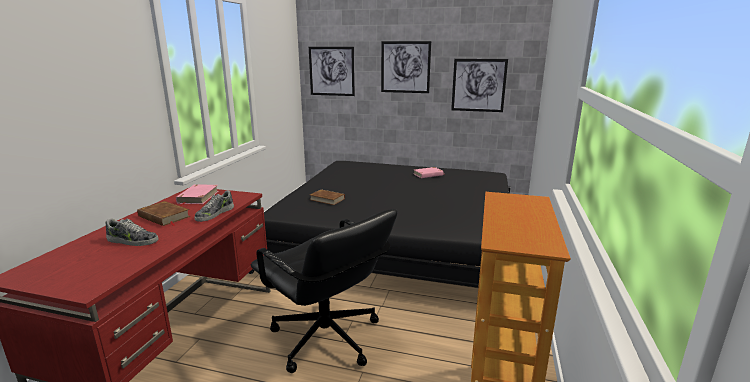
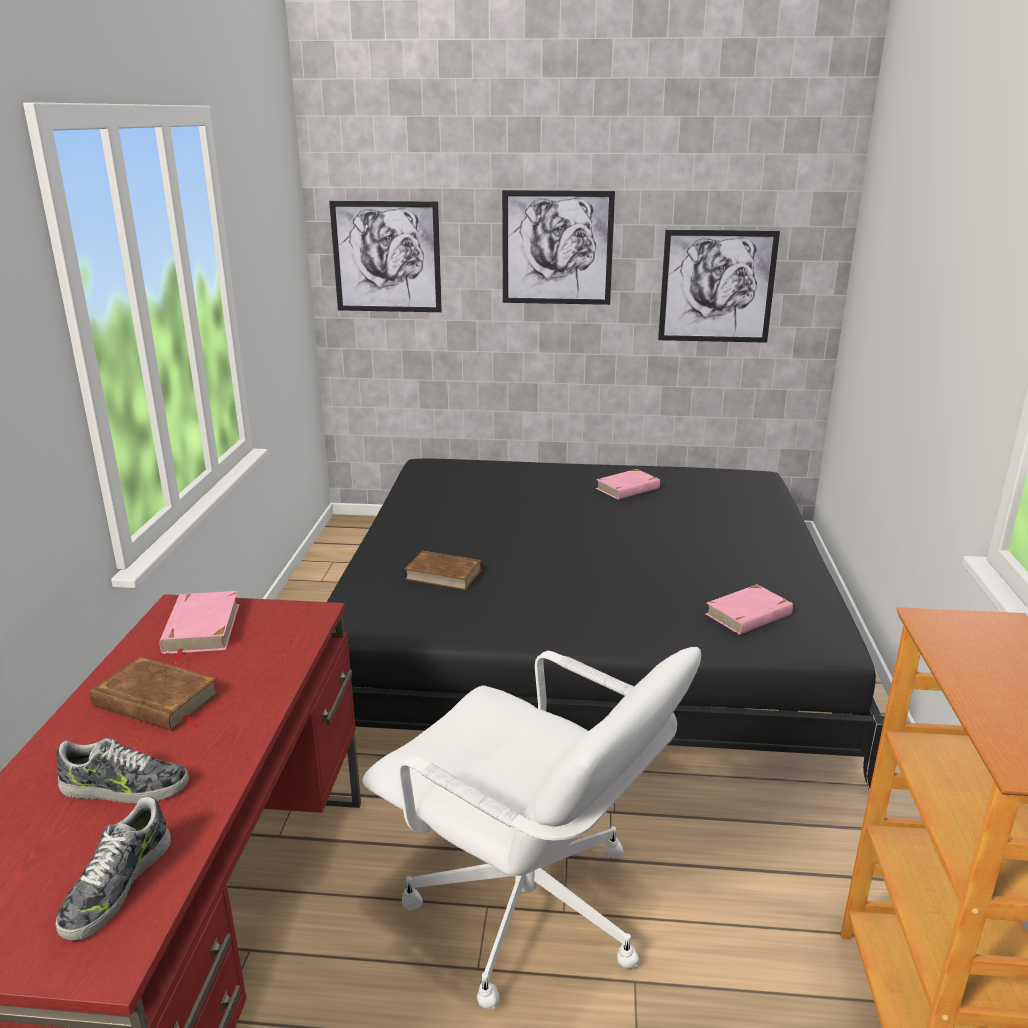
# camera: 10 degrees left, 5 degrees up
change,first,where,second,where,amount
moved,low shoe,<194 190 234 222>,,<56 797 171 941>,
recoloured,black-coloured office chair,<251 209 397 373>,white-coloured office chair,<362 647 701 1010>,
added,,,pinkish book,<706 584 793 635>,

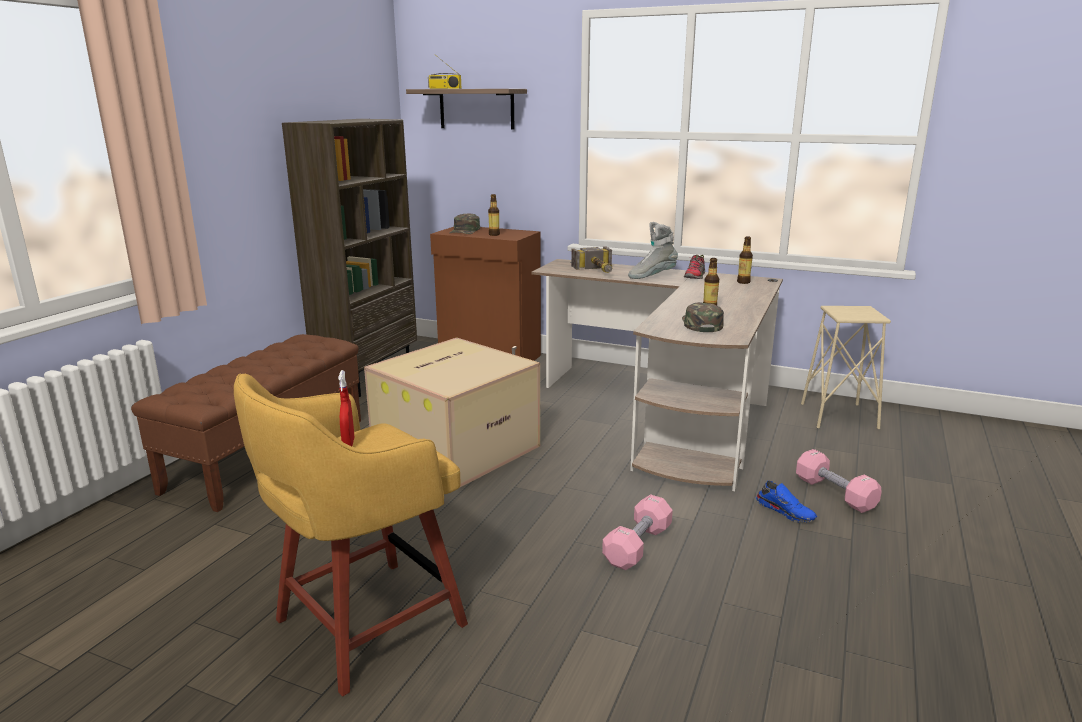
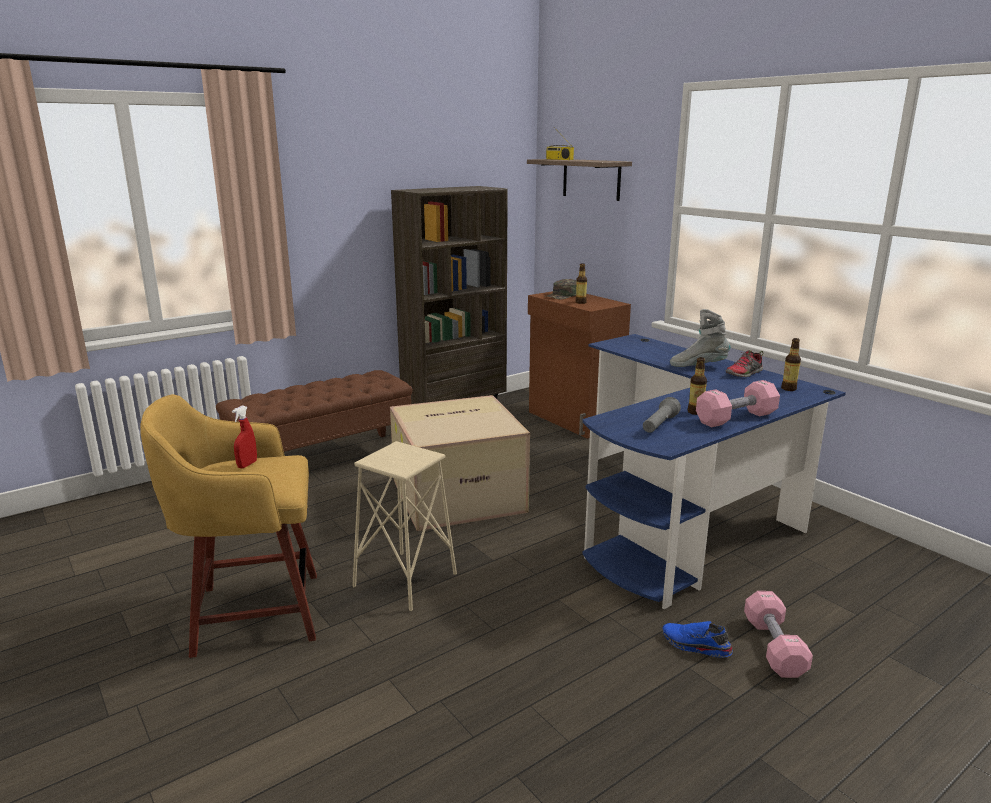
# camera: 30 degrees right, 0 degrees up
change,first,where,second,where,amount
recoloured,brownish desk,<532 259 783 491>,blue desk,<582 334 846 609>,
removed,hammer,<571 247 612 273>,,,
moved,pinkish free weight,<602 494 673 570>,,<696 380 780 427>,
replaced,green cap,<682 302 724 332>,grey flashlight,<643 397 681 433>,
turned,blue low shoe,<756 481 817 523>,,<662 621 733 658>,135 degrees clockwise
moved,beige-coloured stool,<801 306 891 429>,,<352 441 457 611>,

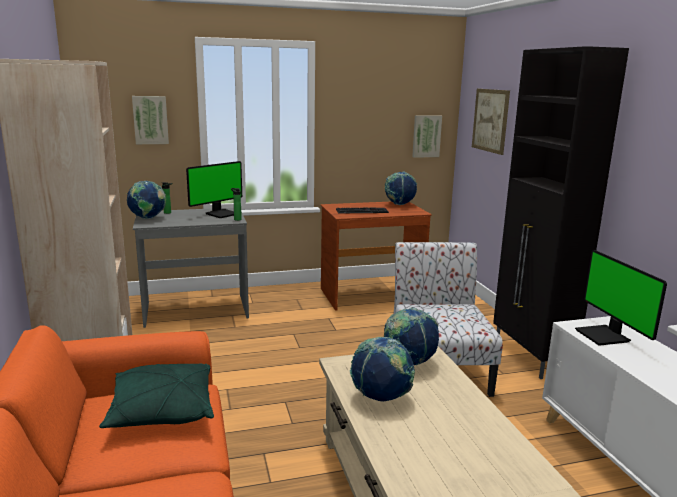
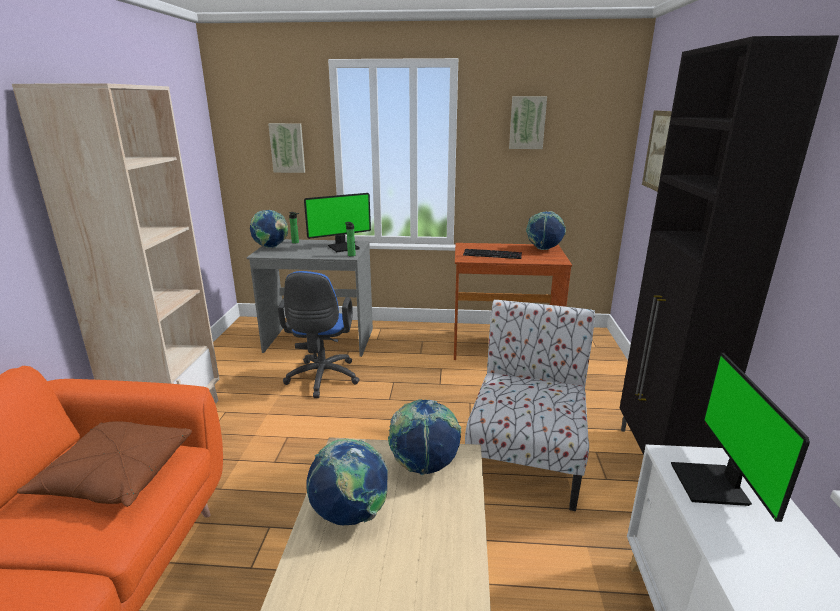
# camera: 20 degrees right, 5 degrees up
change,first,where,second,where,amount
recoloured,green cushion,<99 364 214 428>,brownish cushion,<17 421 192 507>,
moved,wall picture,<412 115 442 158>,,<509 96 547 149>,
added,,,blue office chair,<278 271 360 398>,

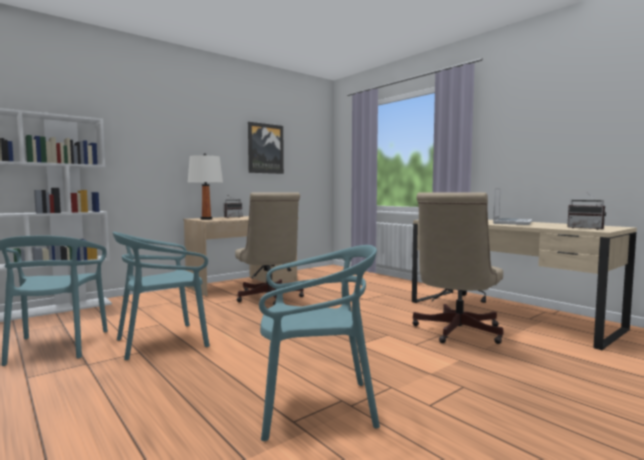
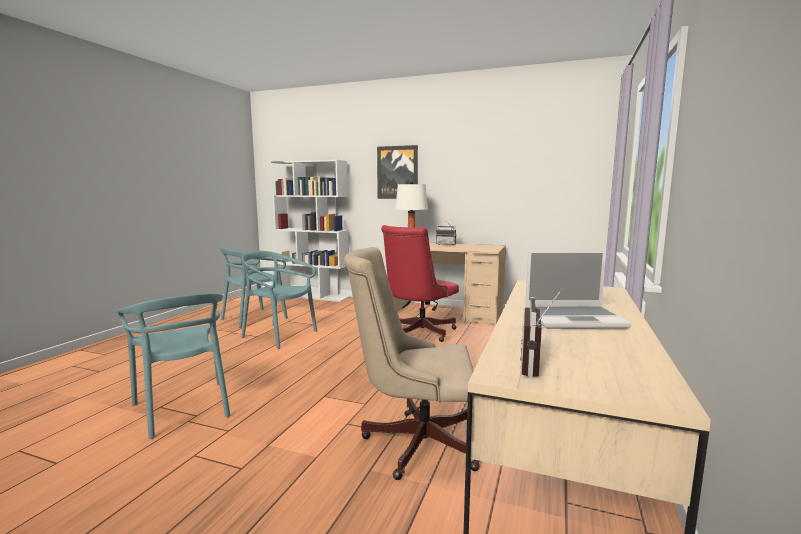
# camera: 60 degrees right, 5 degrees up
change,first,where,second,where,amount
recoloured,beige-coloured office chair,<235 193 304 305>,reddish office chair,<381 225 459 342>,
moved,wall picture,<248 122 284 174>,,<377 145 418 199>,

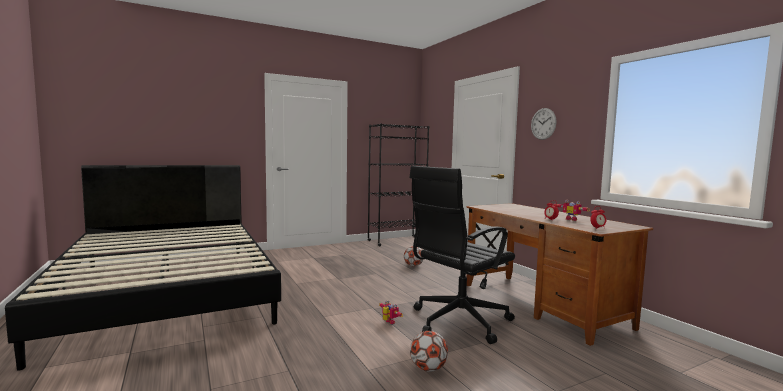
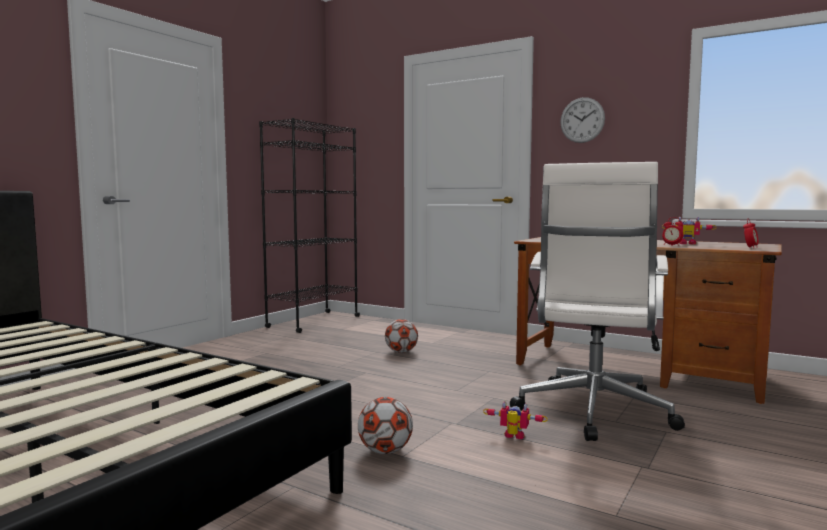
# camera: 30 degrees left, 0 degrees up
change,first,where,second,where,amount
recoloured,black-coloured office chair,<409 166 515 344>,white-coloured office chair,<510 162 685 441>,
moved,football ball,<410 331 448 372>,,<358 397 413 454>,

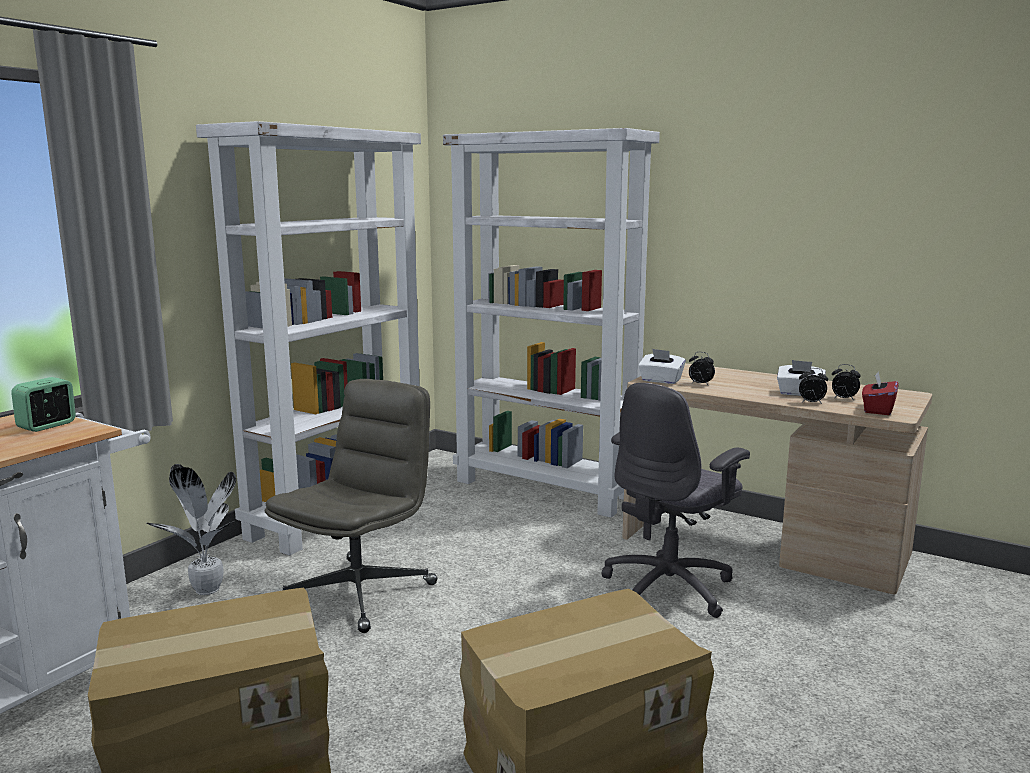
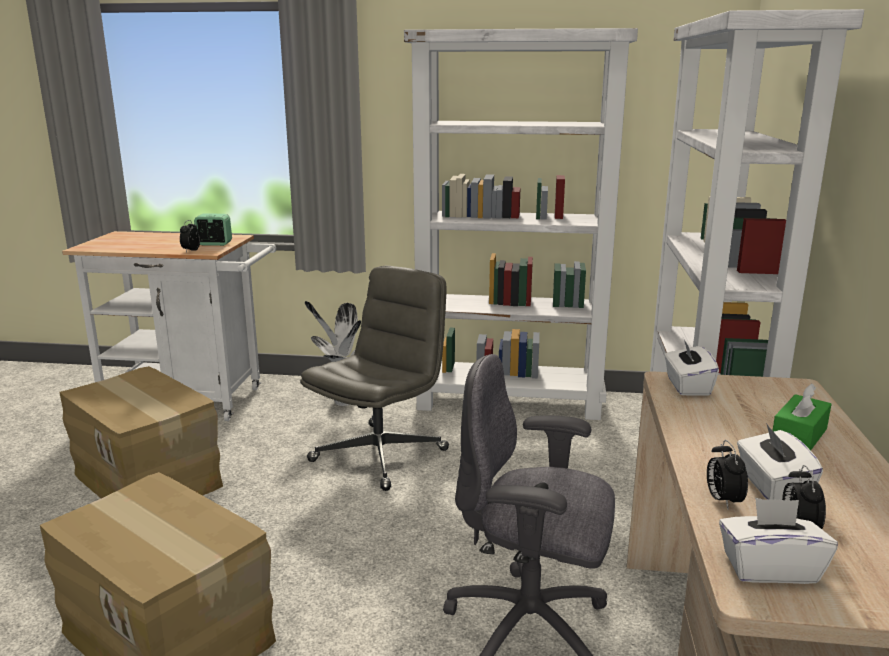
# camera: 65 degrees right, 5 degrees up
change,first,where,second,where,amount
turned,grey office chair,<265 379 437 633>,,<300 266 449 491>,60 degrees counterclockwise
moved,bedside clock,<689 352 715 385>,,<180 220 200 252>,
recoloured,reddish tissue box,<862 372 899 415>,white-coloured tissue box,<719 498 838 584>,
added,,,green tissue box,<773 384 831 450>,

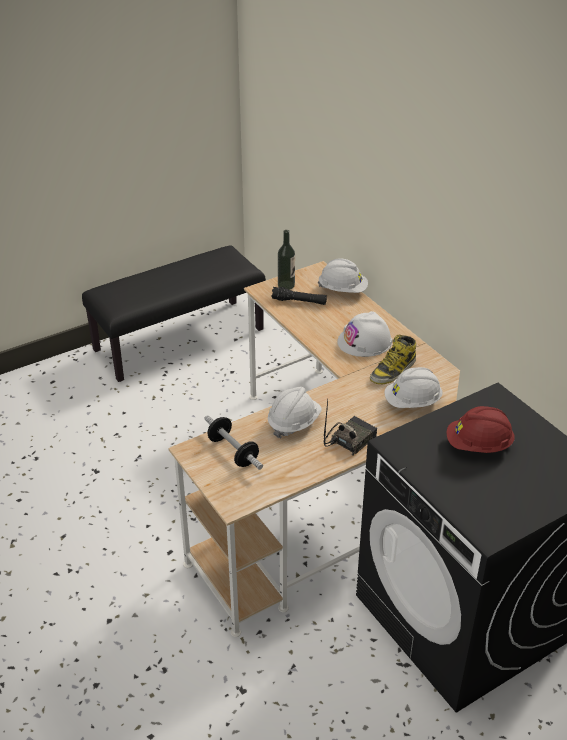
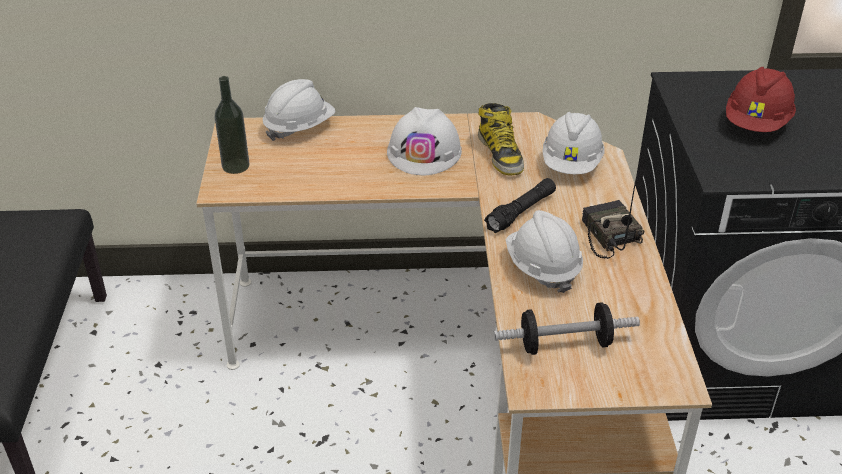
# camera: 60 degrees left, 0 degrees up
change,first,where,second,where,amount
moved,black-coloured flashlight,<271 287 327 305>,,<484 178 556 233>,

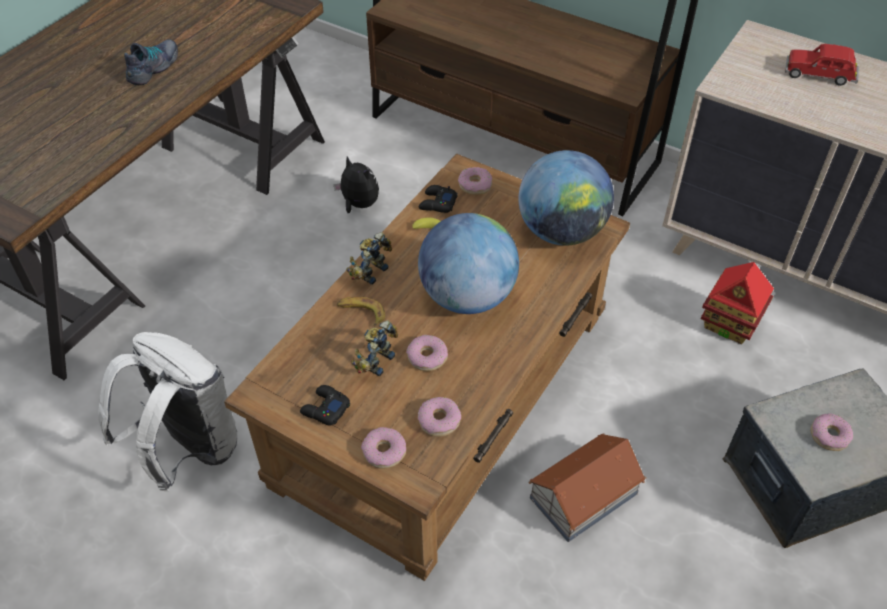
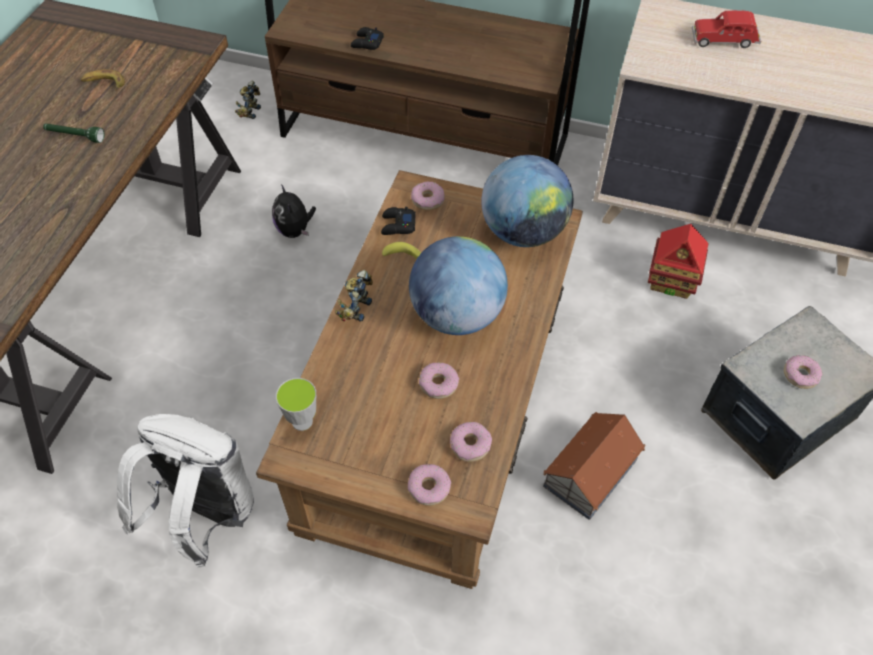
# camera: 15 degrees left, 5 degrees up
change,first,where,second,where,amount
replaced,low shoe,<124 39 178 85>,green flashlight,<43 124 105 143>,
moved,black-coloured joypad,<300 385 350 426>,,<351 27 384 50>,
turned,plush toy,<334 156 379 213>,,<272 184 316 238>,135 degrees counterclockwise
moved,whole banana,<337 297 385 327>,,<81 69 125 90>,
moved,model robot,<351 320 398 376>,,<235 81 261 119>,
added,,,small cup,<276 378 316 431>,

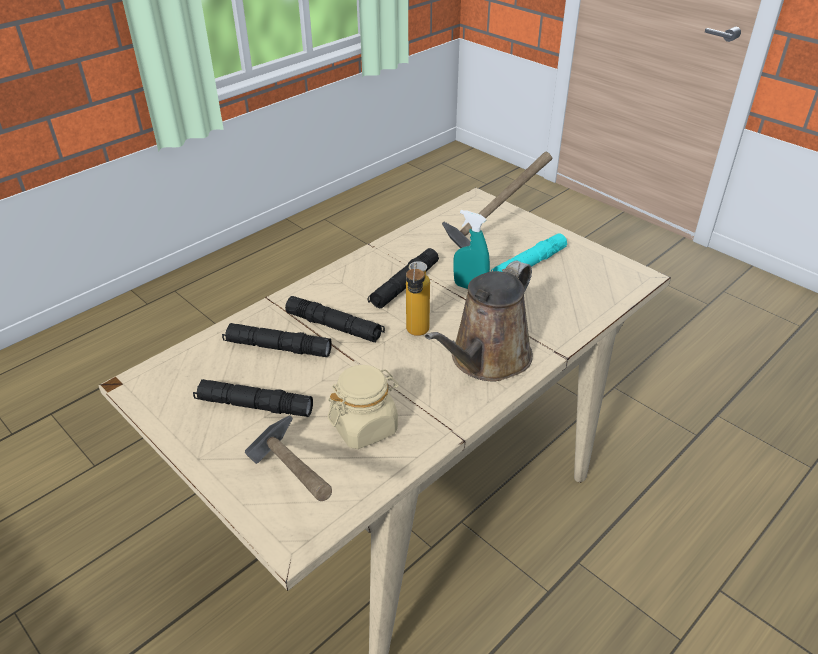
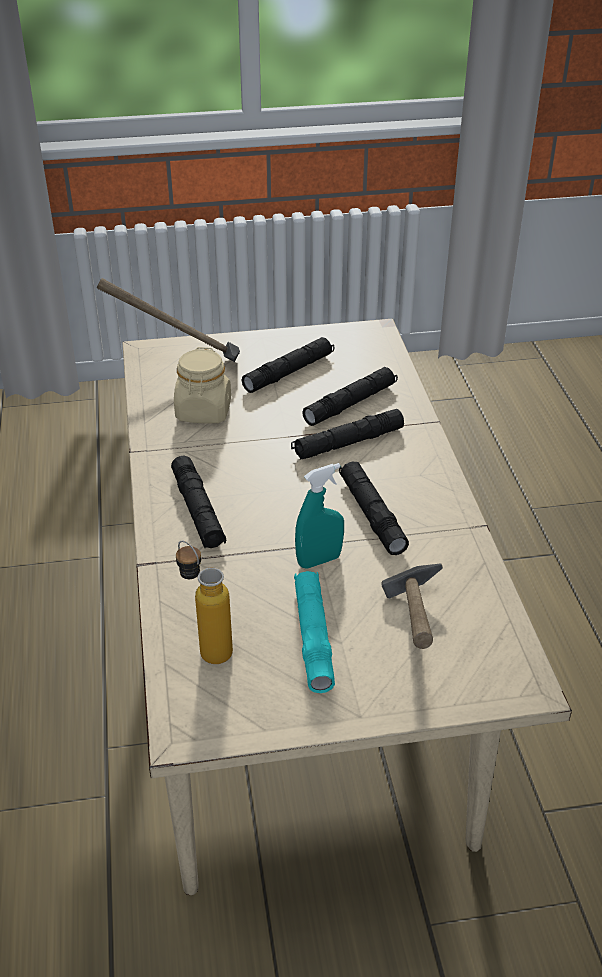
# camera: 125 degrees right, 0 degrees up
change,first,where,second,where,amount
moved,beverage bottle,<406 261 430 336>,,<176 541 233 664>,
replaced,brownish watering can,<425 261 533 381>,black-coloured flashlight,<171 456 226 548>,

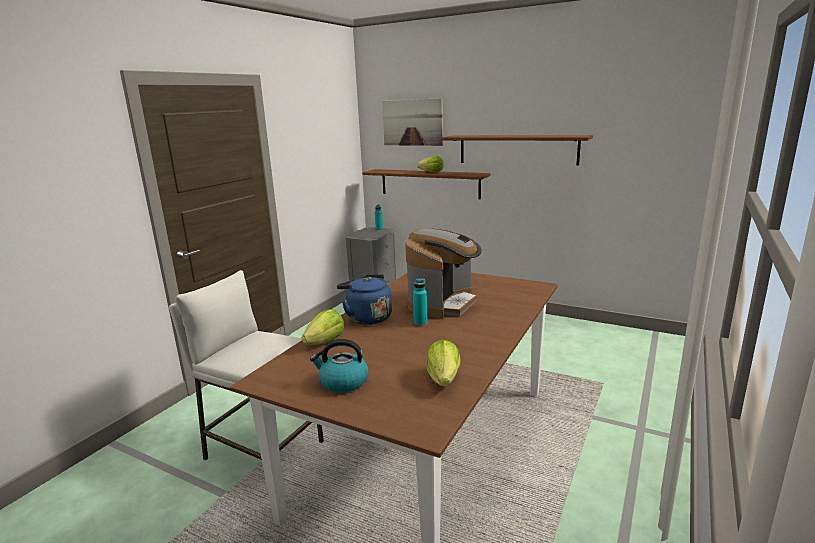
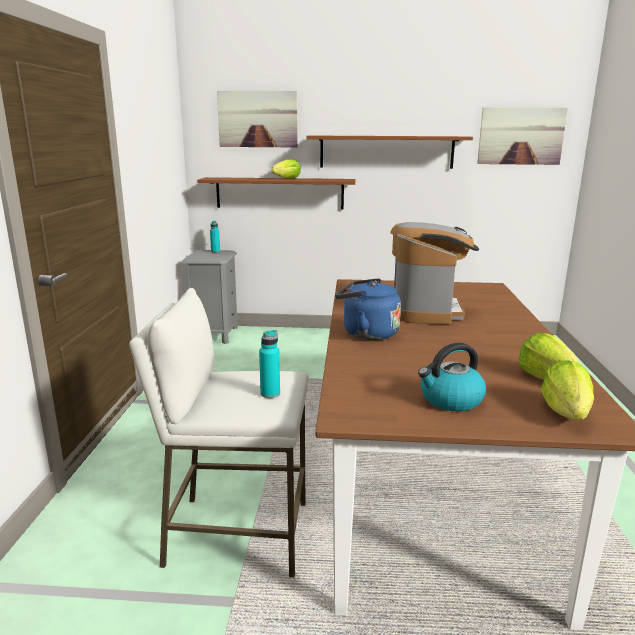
# camera: 25 degrees left, 0 degrees up
change,first,where,second,where,amount
moved,lettuce,<302 309 344 345>,,<541 360 594 420>,
moved,turquoise-coloured beverage bottle,<413 278 428 326>,,<259 330 280 398>,
added,,,wall picture,<477 107 568 165>,

